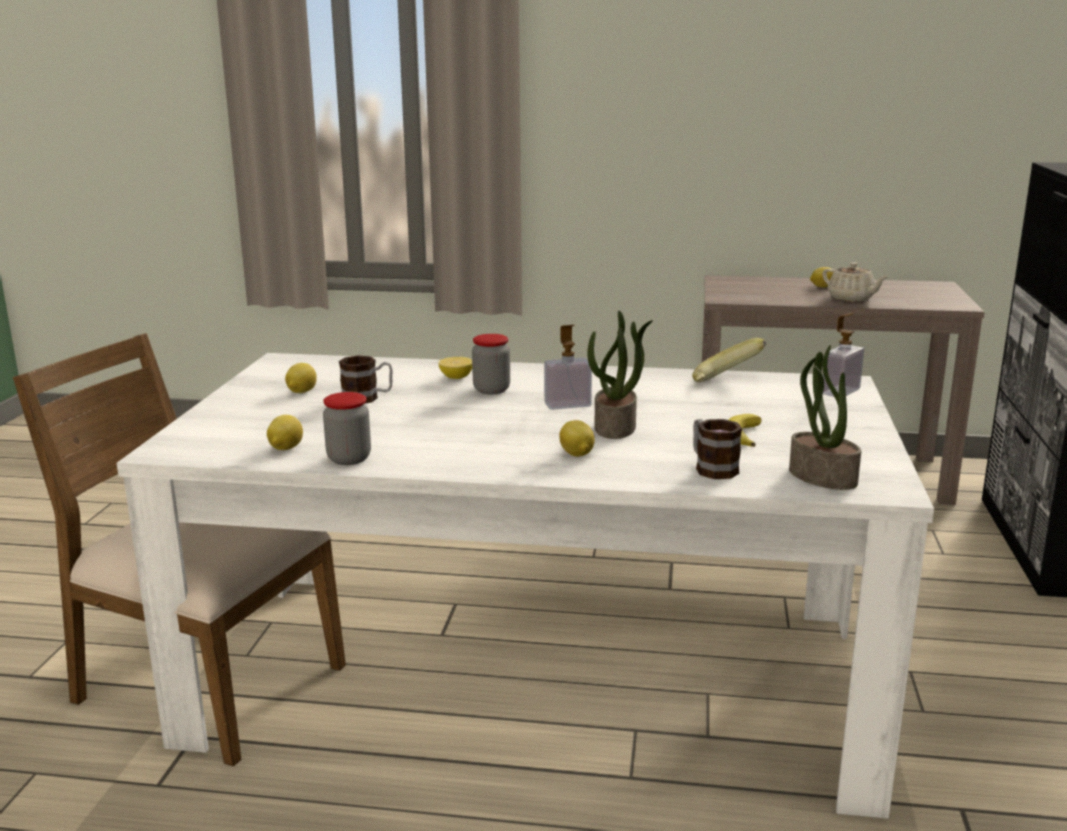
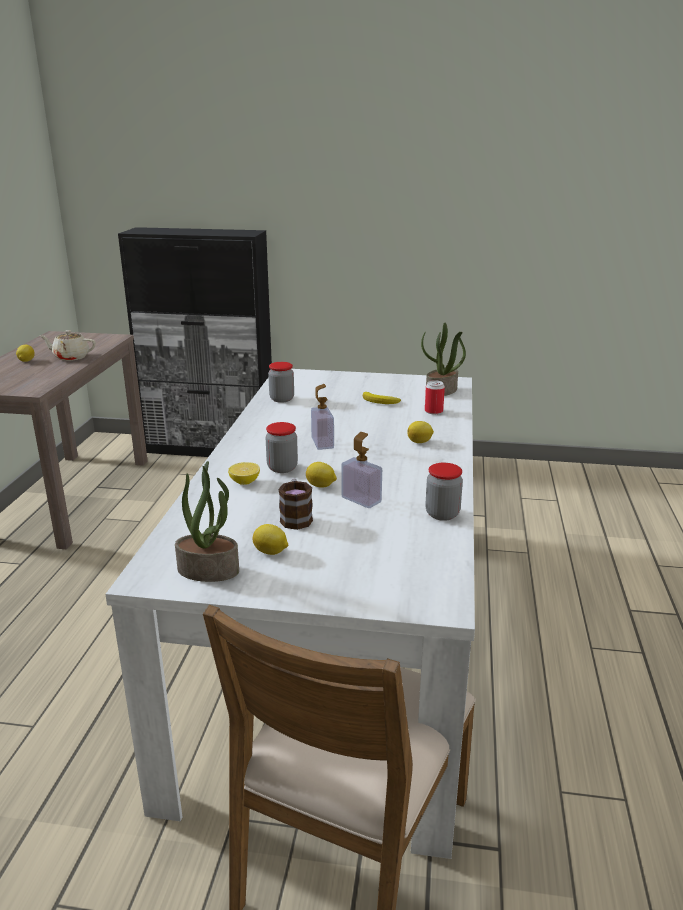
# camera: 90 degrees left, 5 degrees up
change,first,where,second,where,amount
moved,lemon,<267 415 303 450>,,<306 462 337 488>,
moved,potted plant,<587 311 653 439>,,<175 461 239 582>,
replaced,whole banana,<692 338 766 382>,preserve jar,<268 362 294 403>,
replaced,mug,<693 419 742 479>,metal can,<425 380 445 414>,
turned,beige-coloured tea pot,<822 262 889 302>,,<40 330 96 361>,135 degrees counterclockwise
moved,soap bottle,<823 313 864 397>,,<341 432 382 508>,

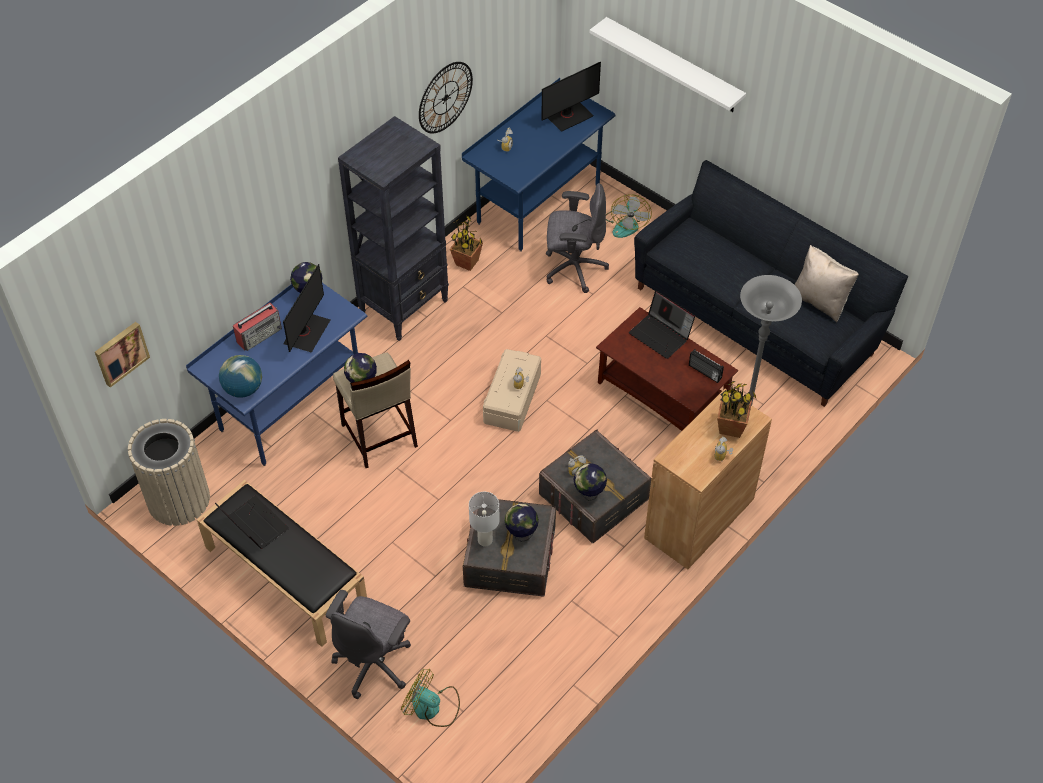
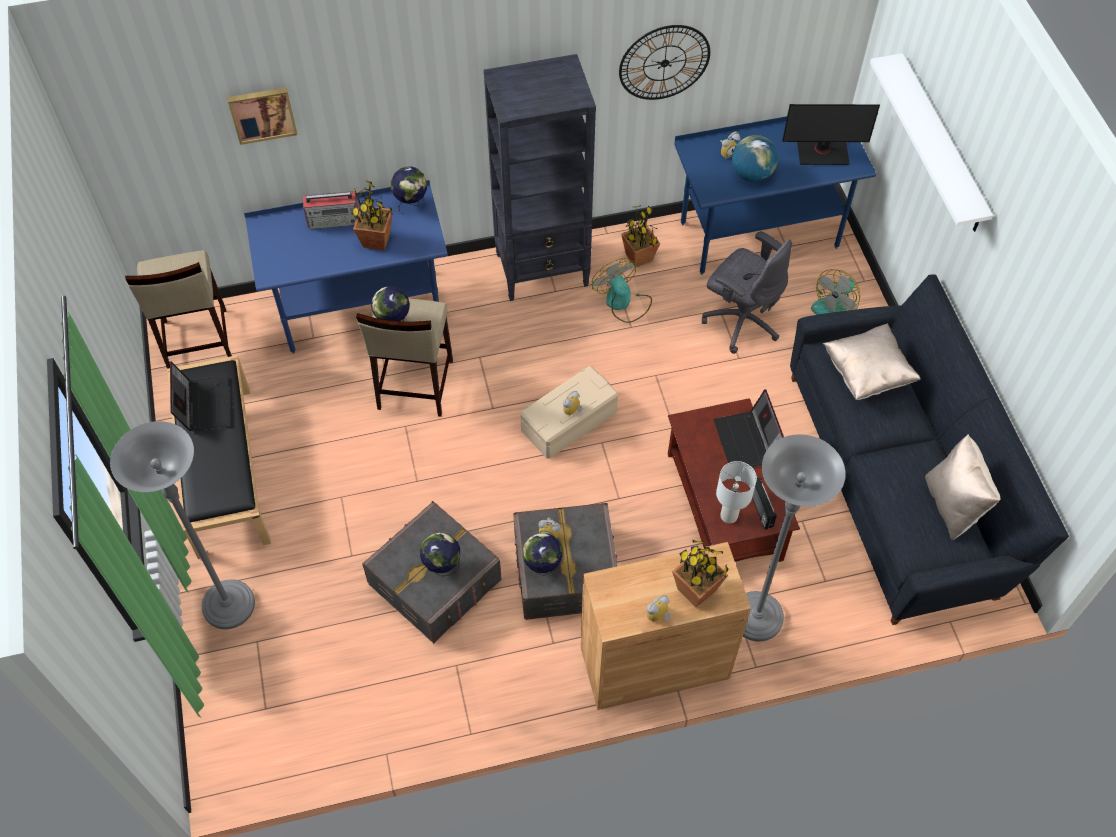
# camera: 35 degrees right, 5 degrees up
change,first,where,second,where,amount
moved,wall picture,<95 322 150 388>,,<227 87 297 145>,
replaced,beige-coloured trash can,<128 419 210 526>,beige-coloured stool,<125 250 232 369>,
moved,desk globe,<219 355 262 398>,,<732 135 778 182>,
replaced,monitor,<283 264 331 353>,potted plant,<351 180 393 251>,
replaced,grey office chair,<326 590 411 699>,grey standing lamp,<110 421 255 629>,
moved,electric fan,<401 668 460 727>,,<592 258 652 323>,
moved,white-coloured lamp for a table,<469 492 500 547>,,<716 461 757 523>,
added,,,beige-coloured cushion,<823 323 921 400>,

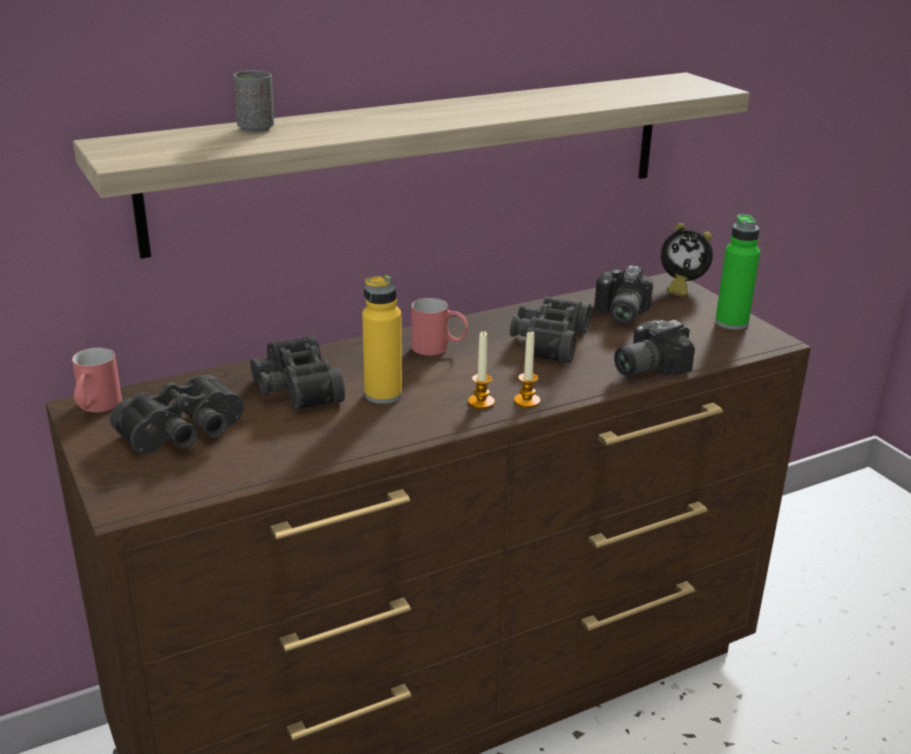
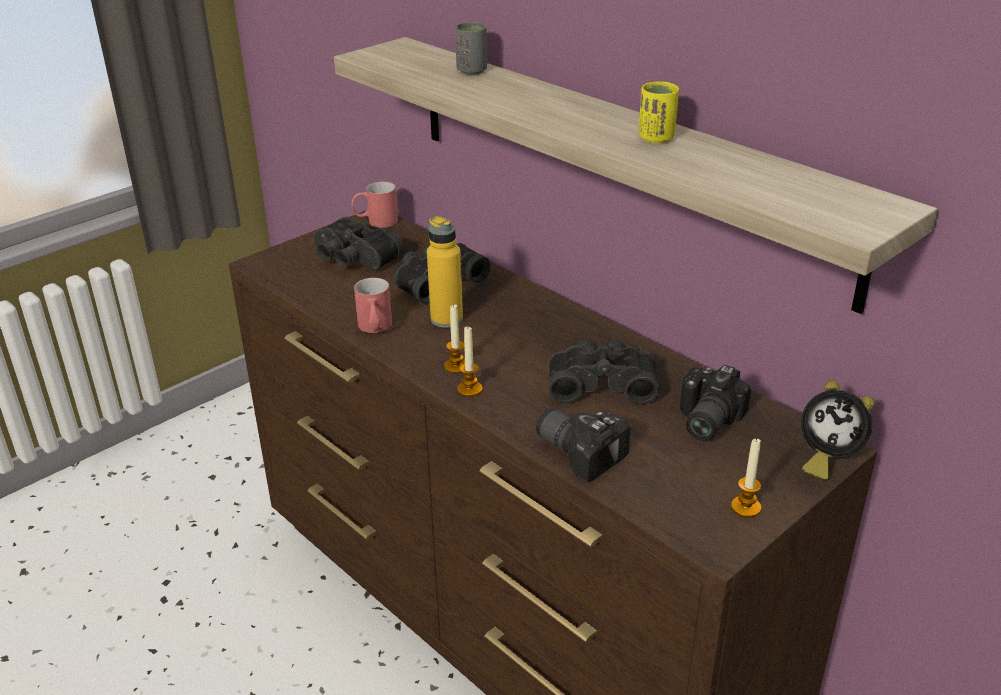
# camera: 75 degrees right, 5 degrees up
change,first,where,second,where,amount
moved,reddish mug,<411 298 468 356>,,<354 278 392 333>,
turned,still camera,<595 265 653 325>,,<680 365 751 441>,60 degrees counterclockwise
turned,bedside clock,<661 223 713 297>,,<801 380 875 480>,60 degrees counterclockwise
replaced,green beverage bottle,<715 214 760 330>,candle,<731 438 761 518>,
added,,,yellowish small cup,<639 82 679 143>,

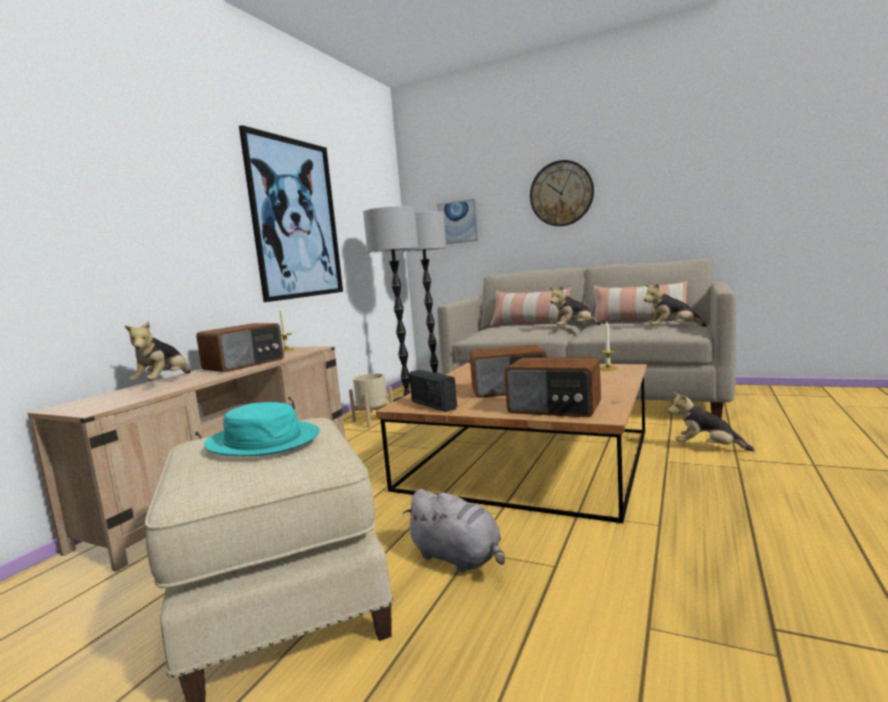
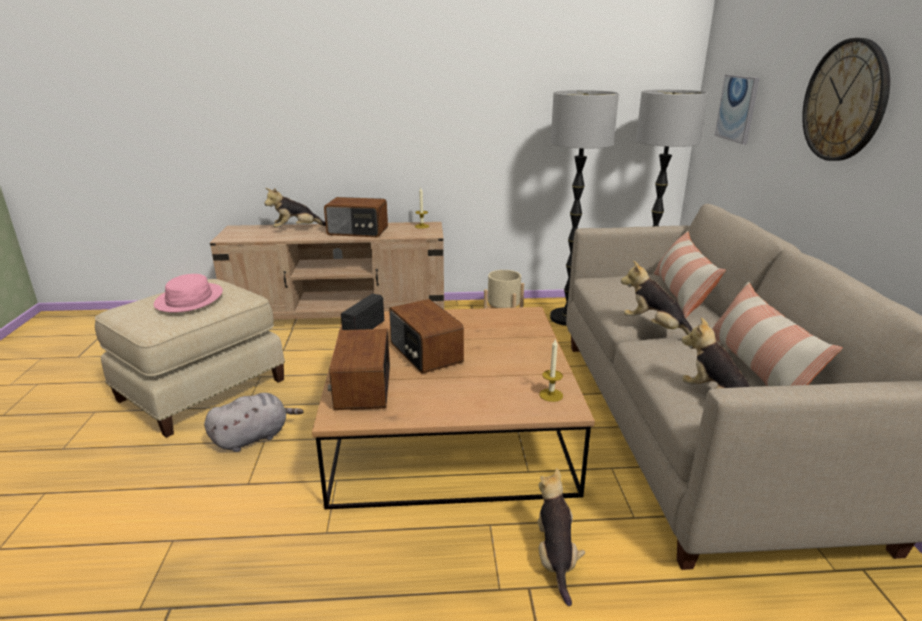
# camera: 60 degrees right, 15 degrees up
change,first,where,second,where,amount
recoloured,turquoise-coloured wearable hat,<204 402 320 456>,pinkish wearable hat,<154 274 223 312>,
removed,wall picture,<239 125 343 302>,,,
turned,grey plush toy,<402 489 505 573>,,<204 393 304 452>,135 degrees counterclockwise

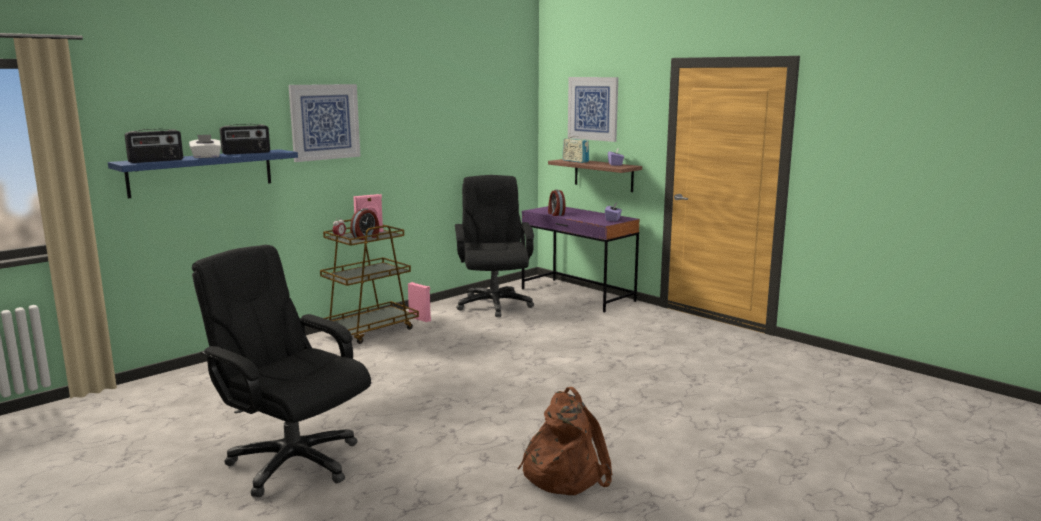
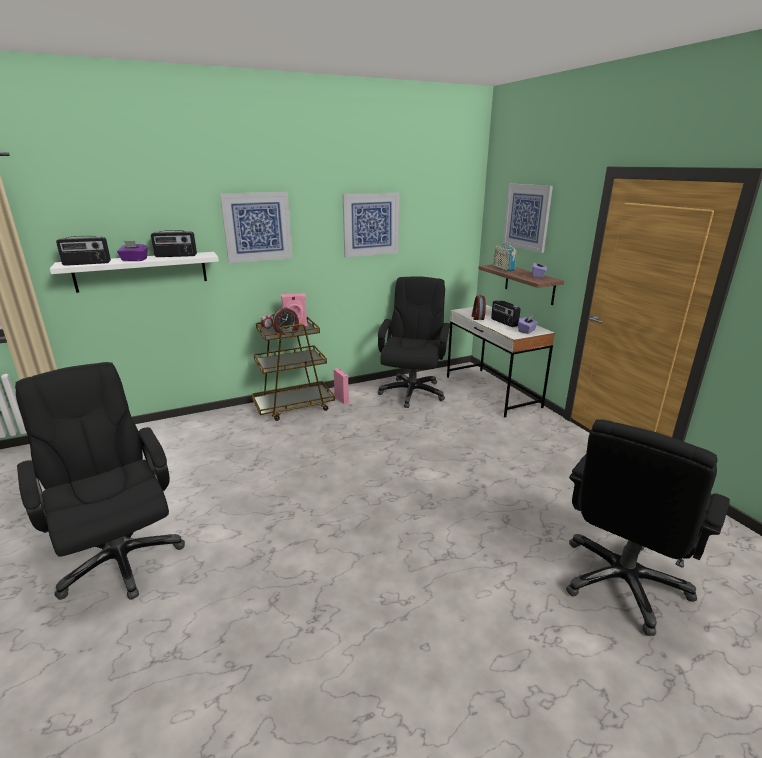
# camera: 20 degrees right, 10 degrees up
change,first,where,second,where,amount
recoloured,blue wall shelf,<108 149 298 198>,white-coloured wall shelf,<50 252 219 293>,
recoloured,white-coloured tissue box,<189 135 221 158>,purple-coloured tissue box,<117 241 148 261>,
removed,brownish backpack,<517 387 613 495>,,,
recoloured,purple-coloured desk,<522 206 640 313>,white-coloured desk,<447 305 555 417>,
added,,,wall picture,<342 193 399 257>,
added,,,radio set,<491 300 521 327>,
added,,,black-coloured office chair,<566 420 730 636>,

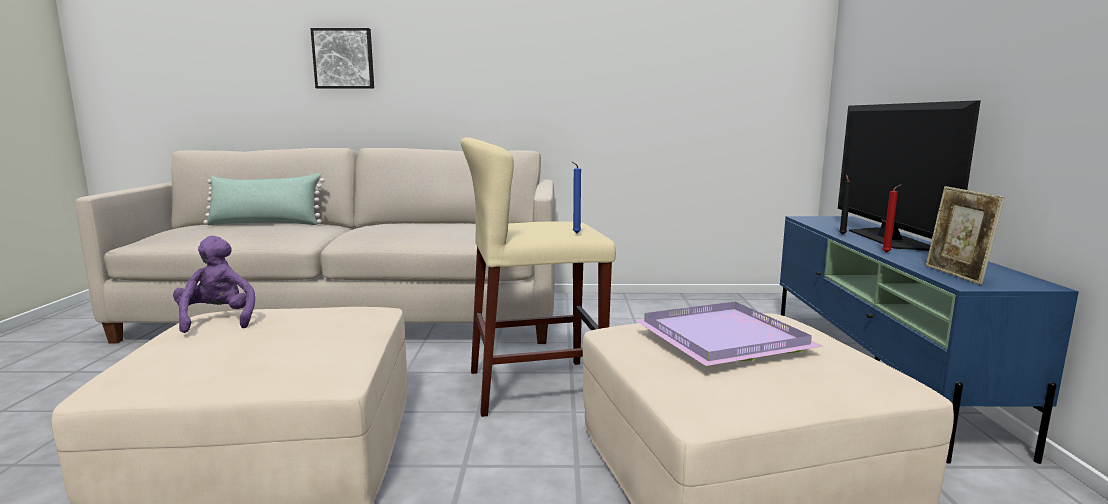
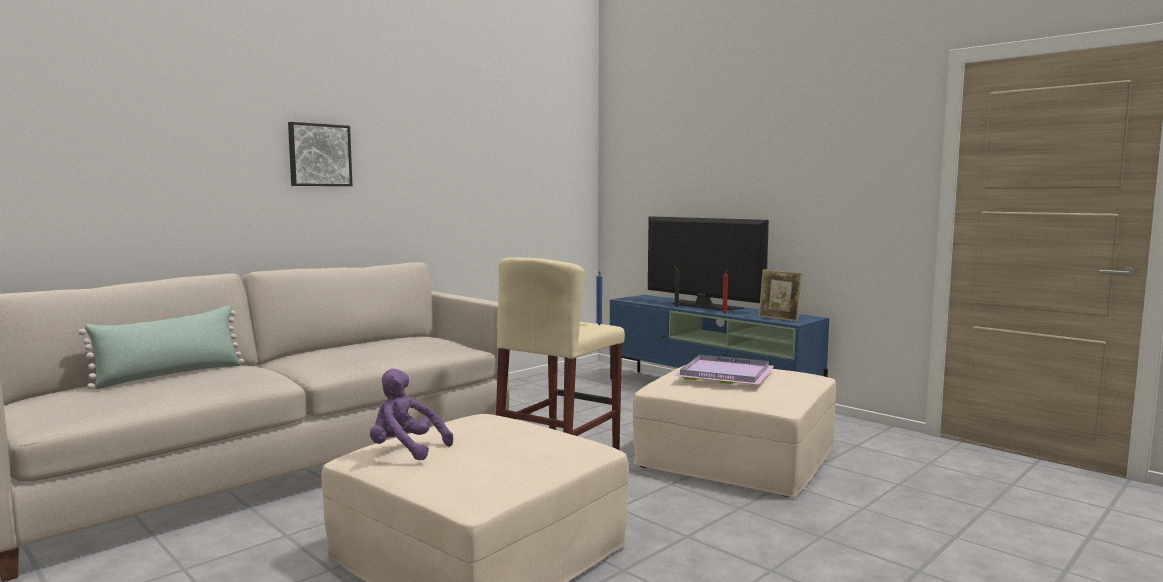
# camera: 45 degrees left, 5 degrees down
change,first,where,second,where,amount
moved,wall picture,<310 28 374 89>,,<288 122 353 186>,

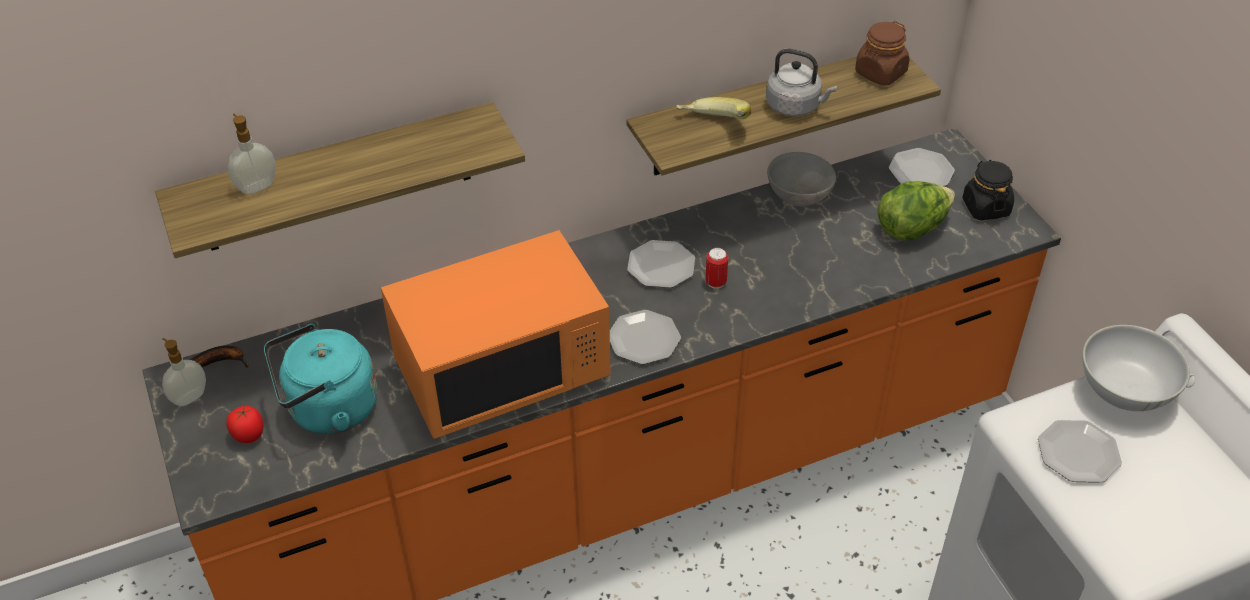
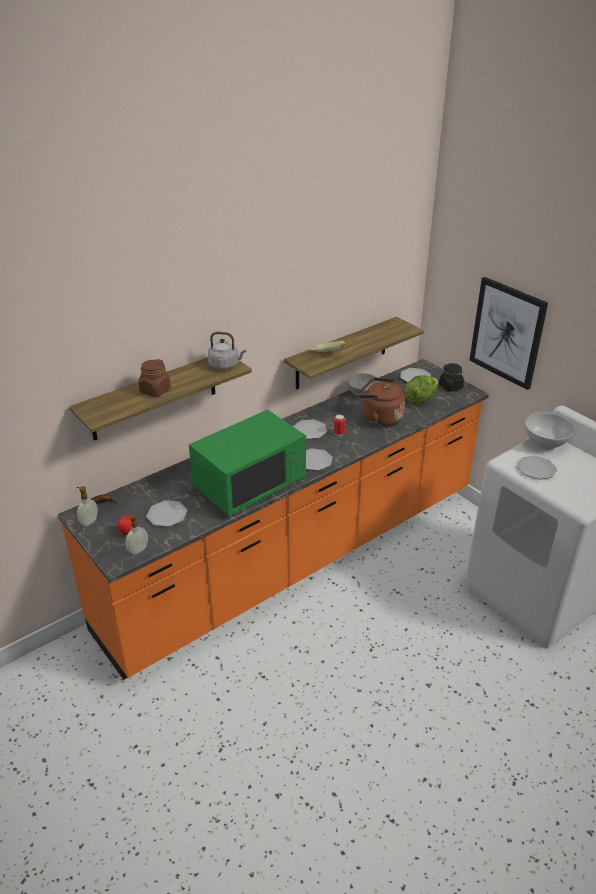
# camera: 15 degrees left, 10 degrees down
change,first,where,second,where,amount
moved,soap bottle,<228 113 276 194>,,<126 514 148 554>,
replaced,turquoise-coloured kettle,<264 324 377 434>,dinner plate,<146 500 187 527>,
recoloured,orangey microwave oven,<381 230 611 439>,green microwave oven,<189 410 306 516>,
moved,grey kettle,<766 49 837 117>,,<208 332 246 370>,
moved,brownish preserve jar,<855 21 910 85>,,<138 359 171 397>,
added,,,brownish kettle,<357 378 405 427>,
added,,,wall picture,<469 277 548 390>,

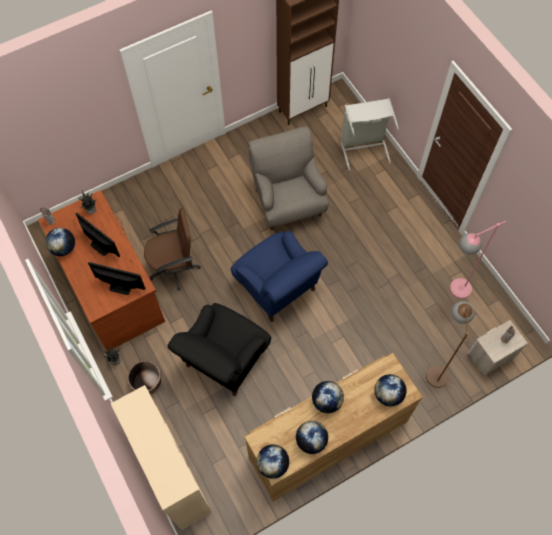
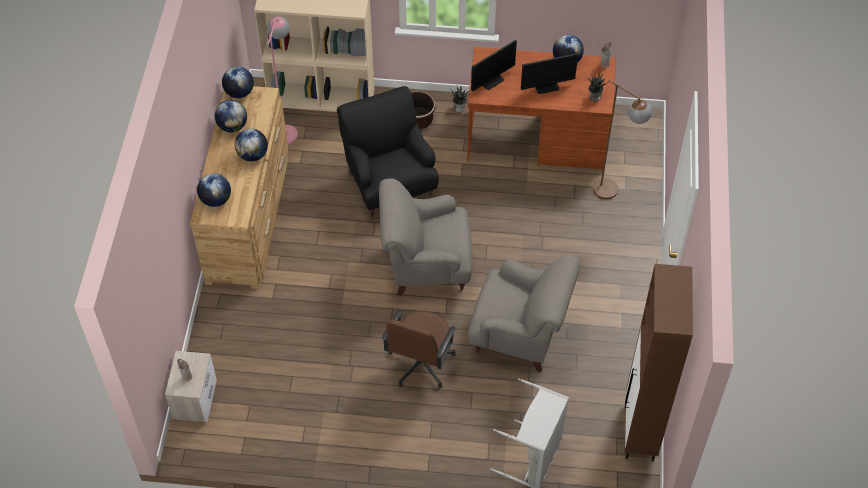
# camera: 125 degrees right, 10 degrees down
change,first,where,second,where,amount
moved,brownish office chair,<144 208 201 291>,,<382 309 456 388>,
recoloured,blue lounge chair,<231 231 328 323>,grey lounge chair,<379 178 473 296>,
moved,brownish standing lamp,<426 301 475 388>,,<593 80 652 199>,
moved,pinkish standing lamp,<450 221 506 299>,,<267 16 298 145>,

